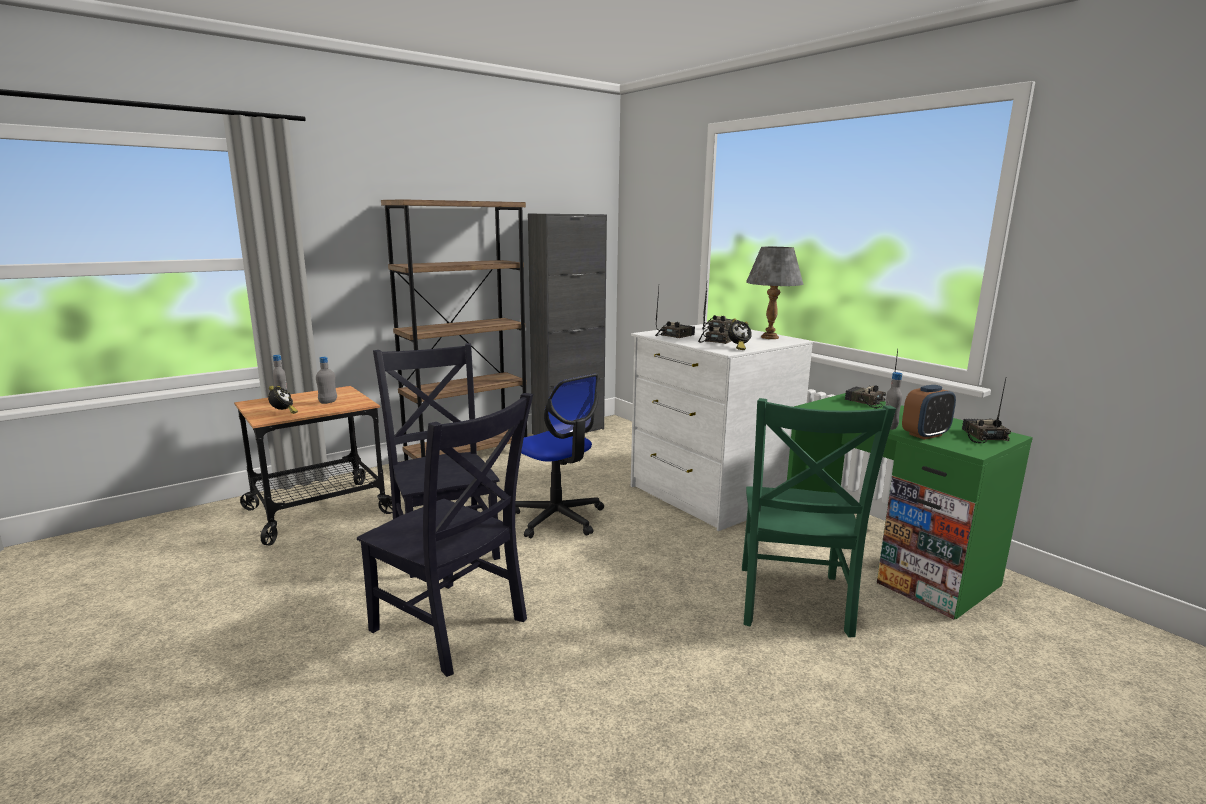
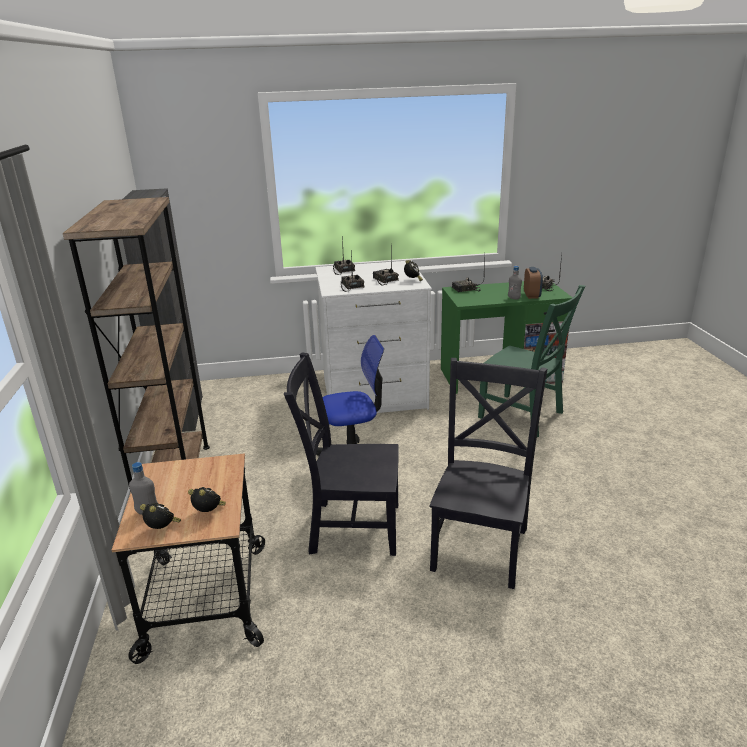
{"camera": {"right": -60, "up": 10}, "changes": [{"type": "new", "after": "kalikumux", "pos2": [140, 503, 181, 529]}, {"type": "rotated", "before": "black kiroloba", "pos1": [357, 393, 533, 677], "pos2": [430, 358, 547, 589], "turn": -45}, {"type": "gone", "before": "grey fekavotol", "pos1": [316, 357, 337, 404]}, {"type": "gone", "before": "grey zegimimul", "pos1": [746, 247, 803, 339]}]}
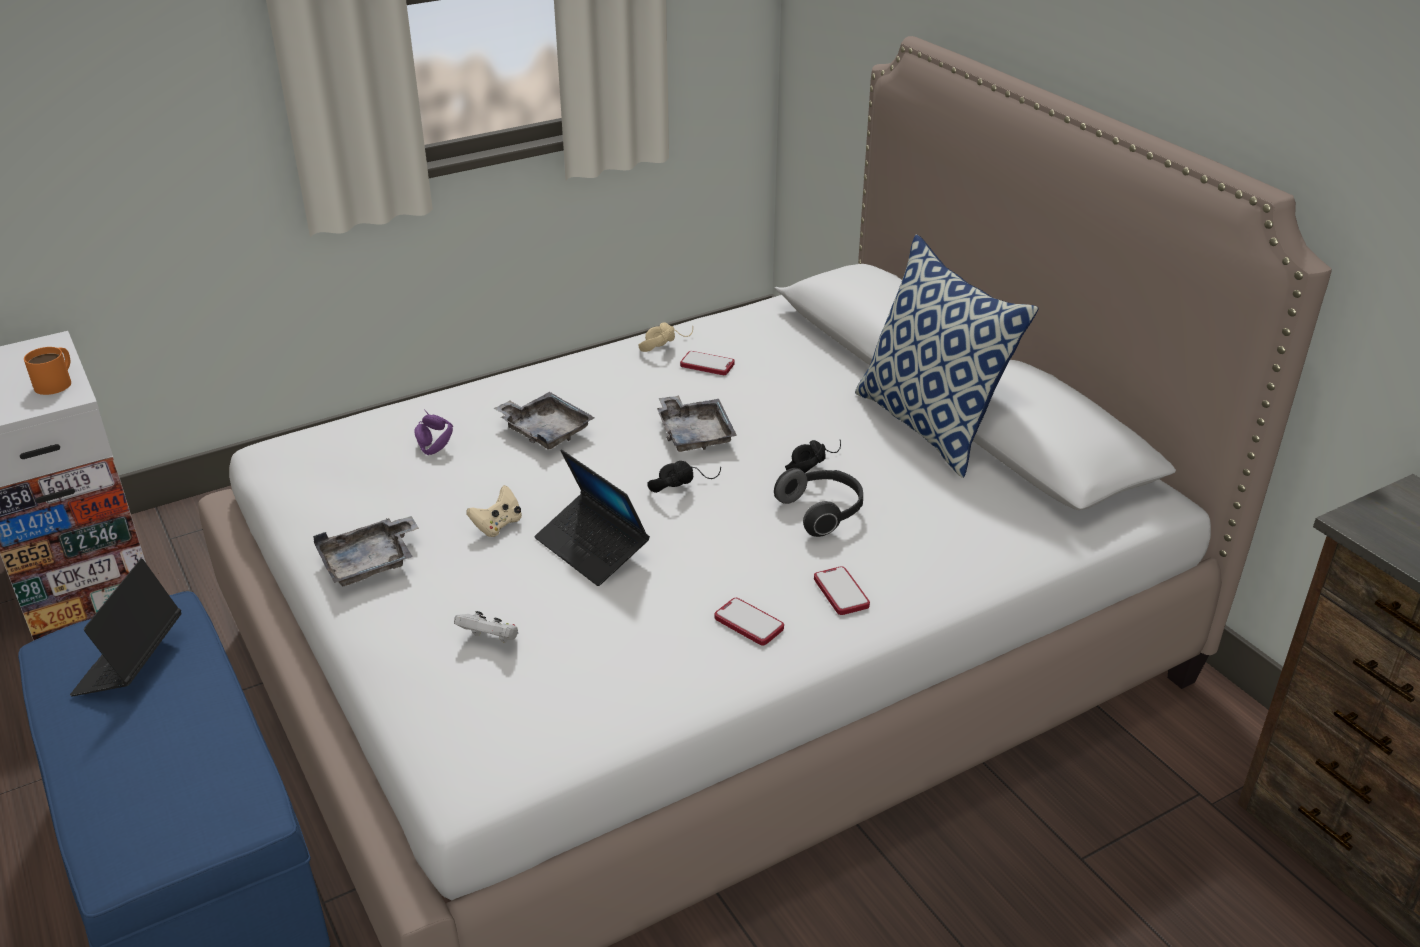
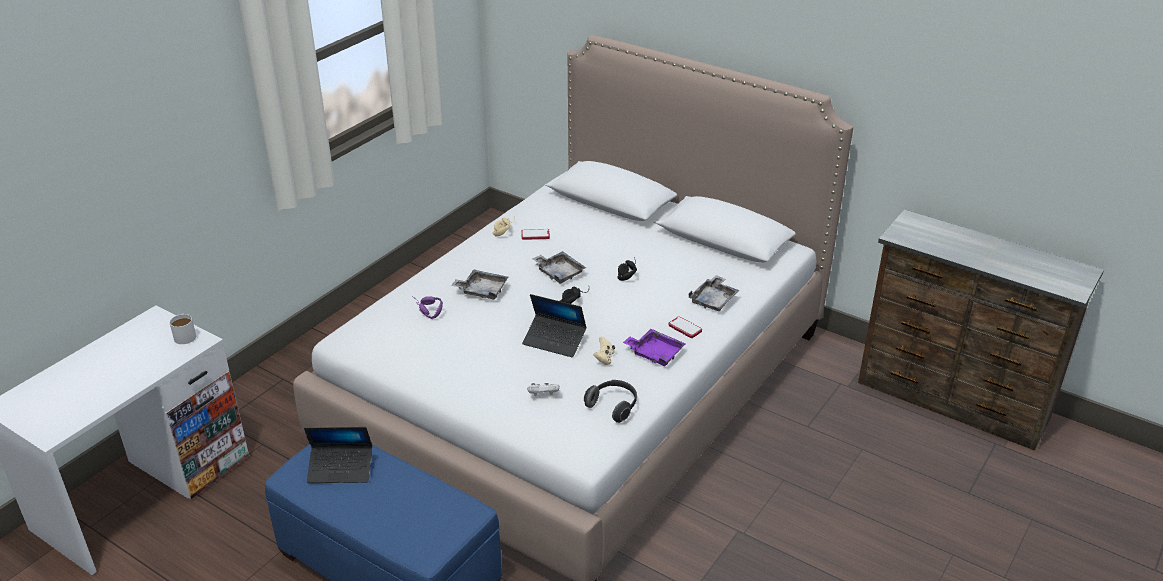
{"camera": {"right": -25, "up": 0}, "changes": [{"type": "repainted", "before": "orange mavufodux", "after": "white mavufodux", "pos1": [24, 347, 71, 395], "pos2": [169, 314, 196, 344]}, {"type": "rotated", "before": "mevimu", "pos1": [70, 559, 182, 697], "pos2": [304, 427, 372, 483], "turn": -75}, {"type": "shifted", "before": "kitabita", "pos1": [774, 468, 863, 537], "pos2": [584, 380, 637, 423]}, {"type": "shifted", "before": "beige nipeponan", "pos1": [466, 485, 522, 537], "pos2": [593, 336, 615, 365]}, {"type": "swapped", "before": "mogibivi", "after": "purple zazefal", "pos1": [714, 598, 784, 645], "pos2": [623, 329, 685, 366]}, {"type": "shifted", "before": "grey zazefal", "pos1": [313, 516, 419, 586], "pos2": [689, 275, 739, 311]}, {"type": "gone", "before": "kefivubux", "pos1": [855, 234, 1038, 478]}]}
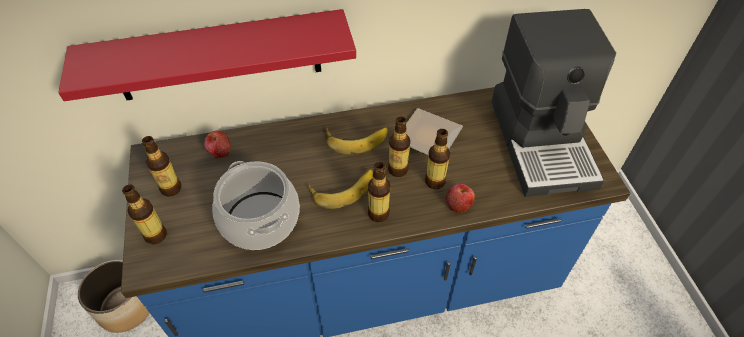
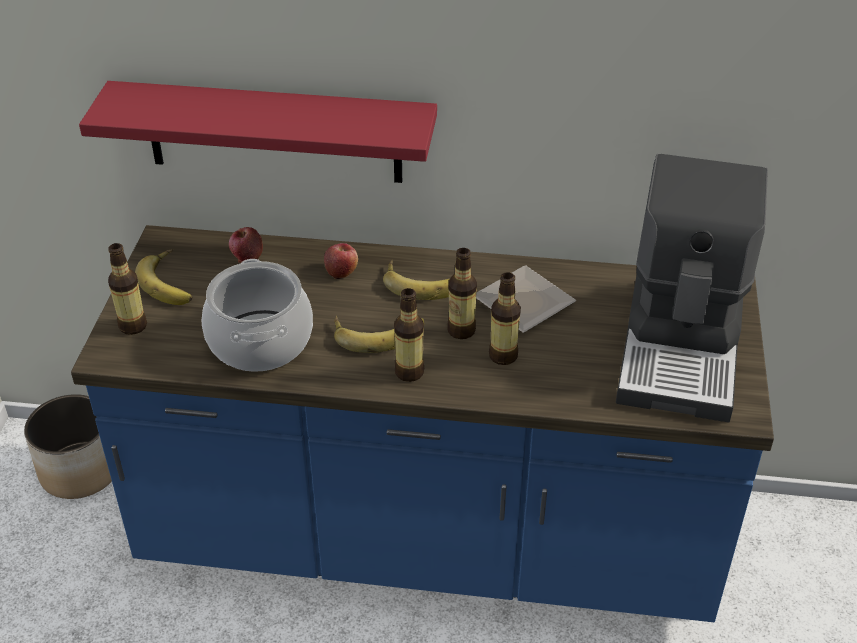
{"camera": {"right": 20, "up": -10}, "changes": [{"type": "swapped", "before": "fekavotol", "after": "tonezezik", "pos1": [142, 136, 181, 197], "pos2": [135, 249, 193, 305]}, {"type": "shifted", "before": "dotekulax", "pos1": [446, 184, 475, 213], "pos2": [324, 243, 358, 279]}]}
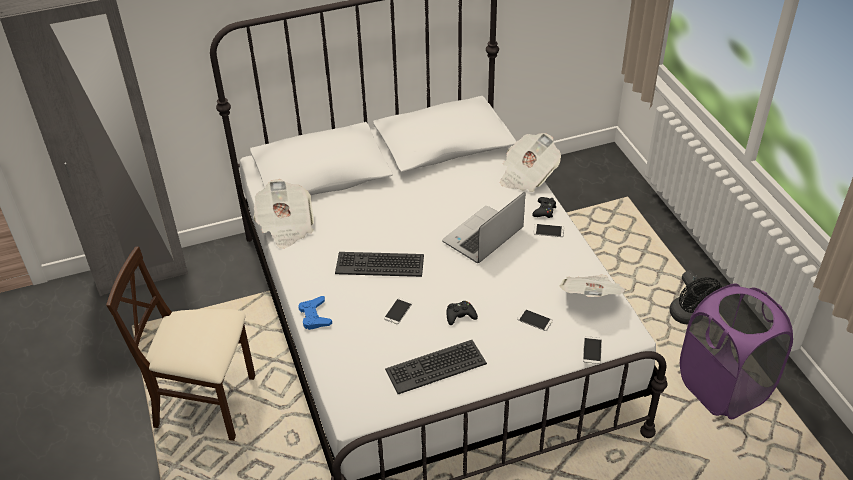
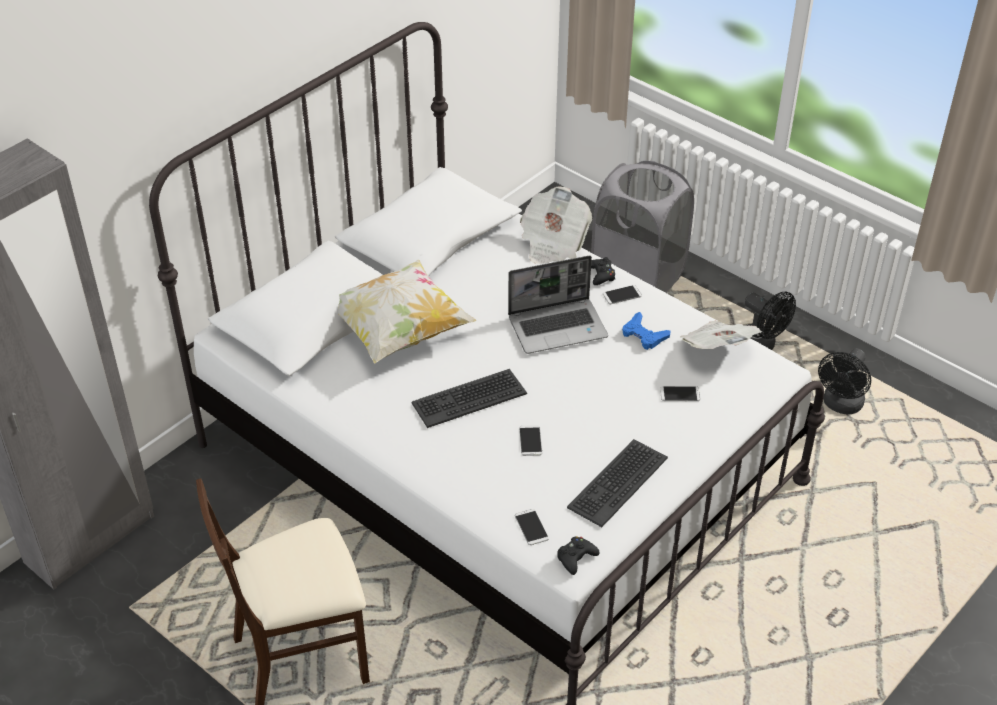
{"camera": {"right": -30, "up": 0}, "changes": [{"type": "new", "after": "kefivubux", "pos2": [338, 260, 476, 364]}, {"type": "rotated", "before": "mevimu", "pos1": [442, 192, 525, 263], "pos2": [508, 255, 608, 354], "turn": -120}, {"type": "shifted", "before": "mogibivi", "pos1": [583, 336, 602, 364], "pos2": [515, 509, 549, 545]}, {"type": "shifted", "before": "black nipeponan", "pos1": [446, 301, 478, 325], "pos2": [557, 536, 600, 575]}, {"type": "new", "after": "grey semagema", "pos2": [591, 161, 694, 293]}, {"type": "shifted", "before": "blue nipeponan", "pos1": [298, 296, 332, 330], "pos2": [622, 312, 671, 350]}, {"type": "swapped", "before": "purple semagema", "after": "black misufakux", "pos1": [680, 284, 793, 419], "pos2": [818, 348, 871, 414]}, {"type": "gone", "before": "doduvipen", "pos1": [253, 179, 314, 249]}]}
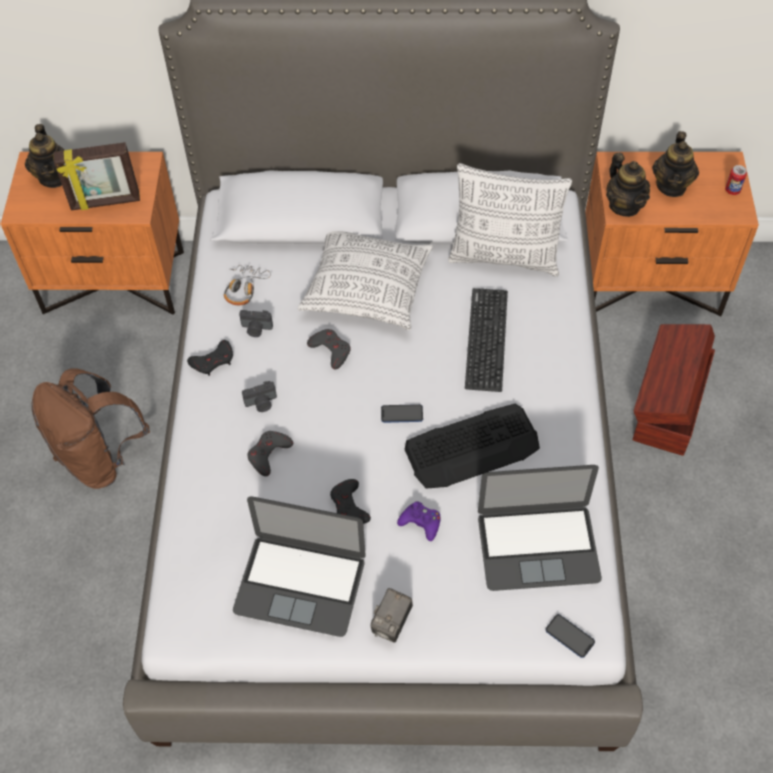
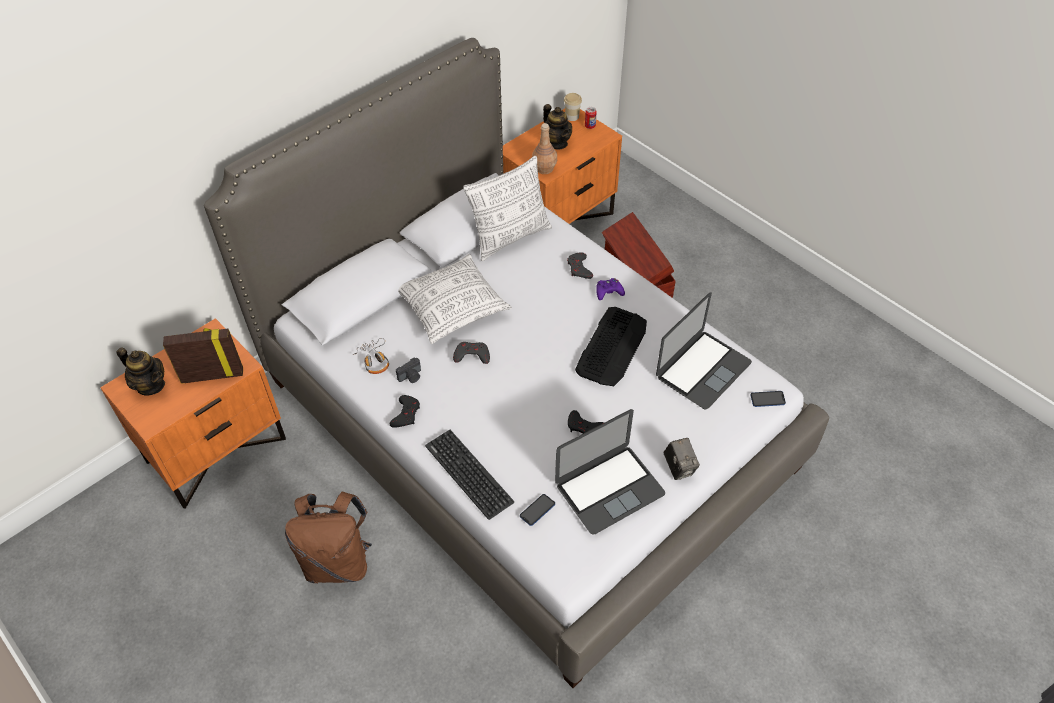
{"camera": {"right": -45, "up": -5}, "changes": [{"type": "rotated", "before": "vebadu", "pos1": [53, 142, 140, 210], "pos2": [163, 328, 243, 384], "turn": -135}, {"type": "shifted", "before": "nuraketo", "pos1": [465, 288, 508, 392], "pos2": [425, 430, 514, 520]}, {"type": "shifted", "before": "mogibivi", "pos1": [381, 404, 423, 423], "pos2": [520, 494, 555, 526]}, {"type": "swapped", "before": "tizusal", "after": "brown fekavotol", "pos1": [606, 152, 650, 217], "pos2": [532, 123, 557, 174]}, {"type": "new", "after": "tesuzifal", "pos2": [564, 93, 582, 121]}, {"type": "shifted", "before": "grey nipeponan", "pos1": [247, 431, 293, 476], "pos2": [567, 252, 593, 279]}, {"type": "shifted", "before": "purple nipeponan", "pos1": [397, 501, 441, 541], "pos2": [596, 278, 625, 300]}, {"type": "gone", "before": "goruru", "pos1": [242, 381, 277, 412]}]}
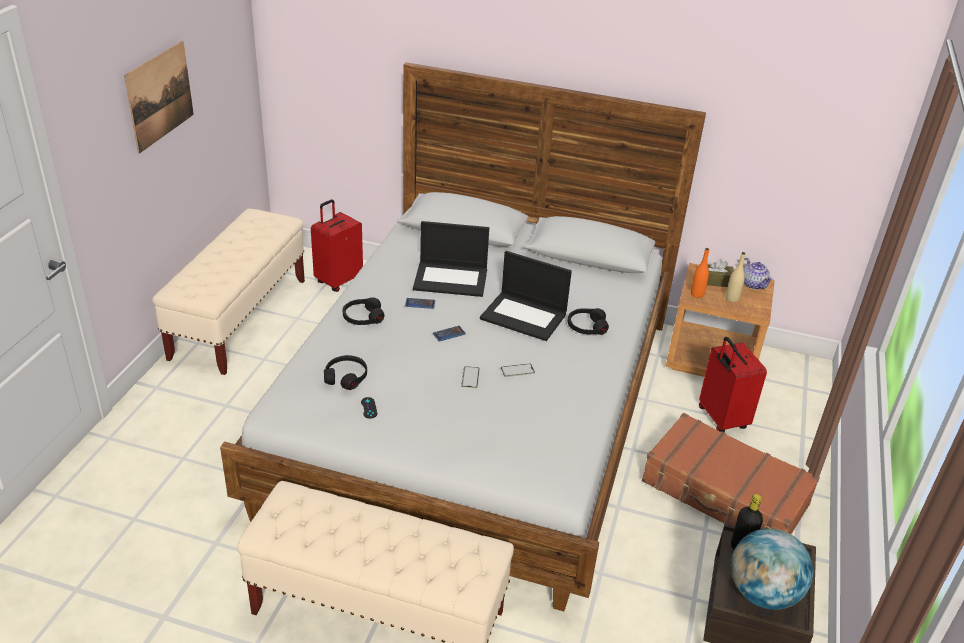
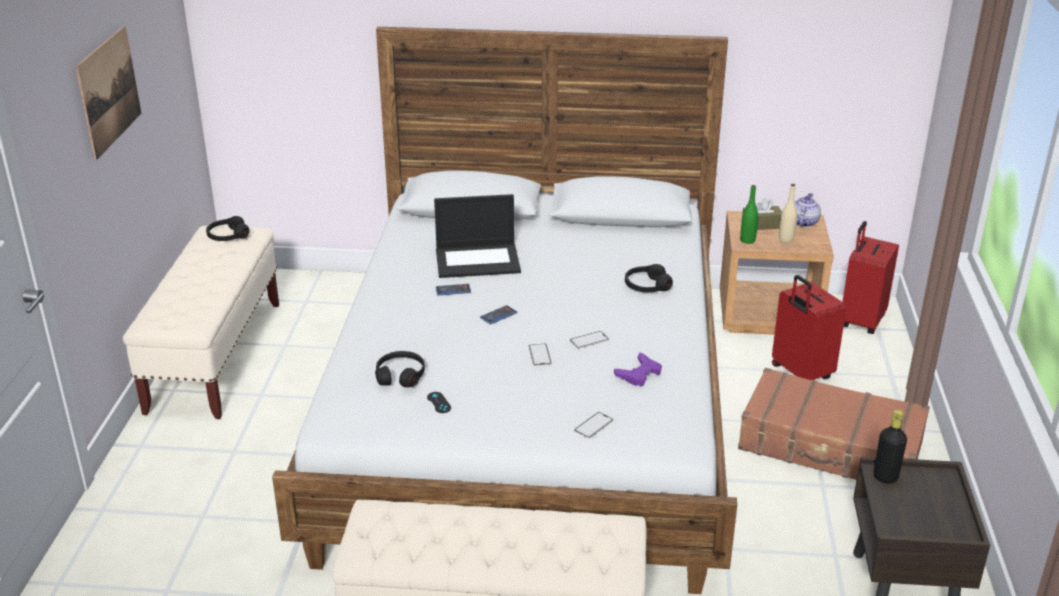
{"camera": {"right": -10, "up": -5}, "changes": [{"type": "shifted", "before": "black kitabita", "pos1": [343, 297, 384, 325], "pos2": [206, 216, 250, 241]}, {"type": "new", "after": "mogibivi", "pos2": [574, 412, 613, 438]}, {"type": "new", "after": "purple nipeponan", "pos2": [614, 353, 662, 387]}, {"type": "repainted", "before": "orange fekavotol", "after": "green fekavotol", "pos1": [691, 248, 709, 298], "pos2": [740, 185, 758, 244]}, {"type": "rotated", "before": "tizusal", "pos1": [743, 258, 773, 289], "pos2": [795, 193, 821, 227], "turn": -120}, {"type": "shifted", "before": "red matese", "pos1": [311, 199, 363, 292], "pos2": [842, 221, 899, 334]}, {"type": "gone", "before": "mevimu", "pos1": [480, 251, 572, 341]}, {"type": "gone", "before": "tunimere", "pos1": [731, 528, 813, 610]}]}
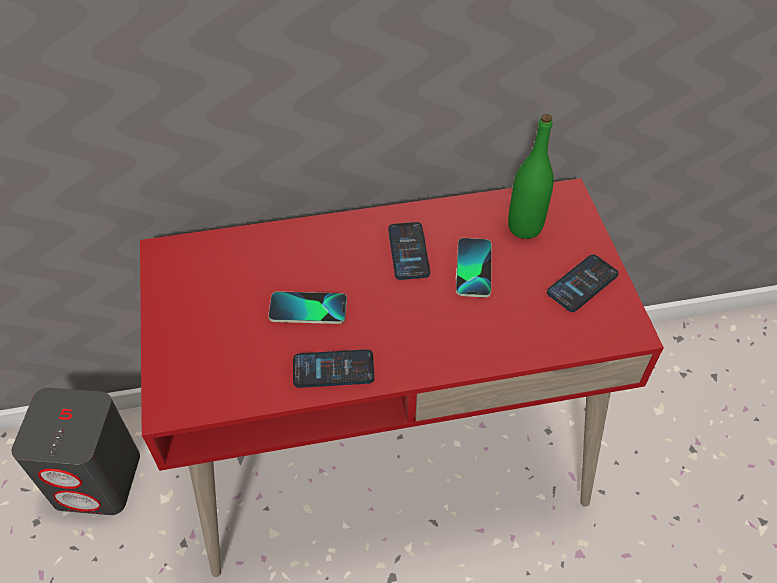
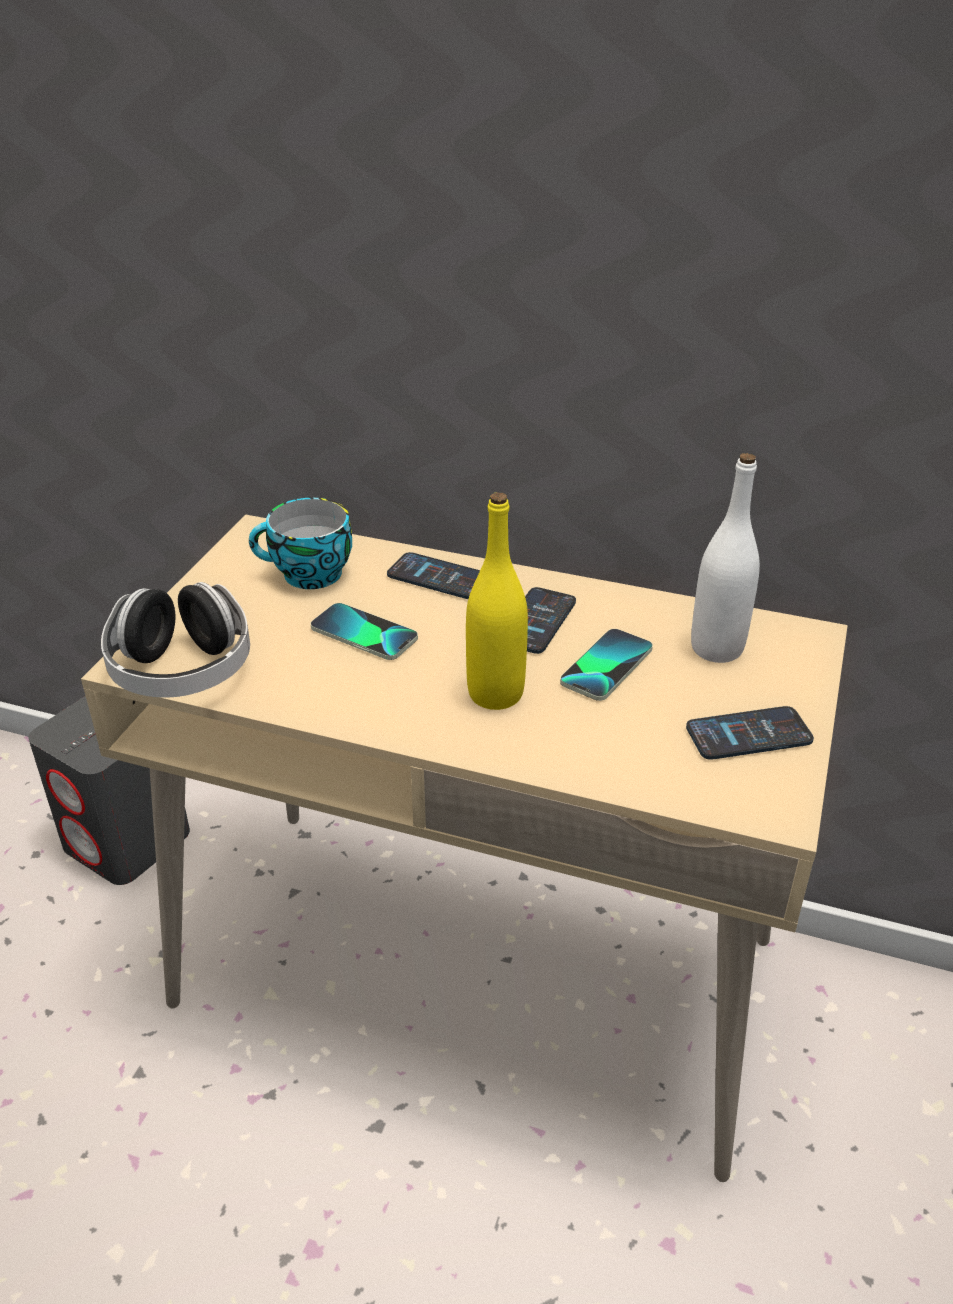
{"camera": {"right": 30, "up": -15}, "changes": [{"type": "repainted", "before": "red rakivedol", "after": "beige rakivedol", "pos1": [140, 178, 664, 577], "pos2": [81, 515, 848, 1182]}, {"type": "new", "after": "kitabita", "pos2": [101, 582, 250, 698]}, {"type": "new", "after": "tesuzifal", "pos2": [249, 498, 352, 589]}, {"type": "shifted", "before": "mogibivi", "pos1": [293, 349, 375, 388], "pos2": [387, 552, 480, 599]}, {"type": "new", "after": "yellow fekavotol", "pos2": [466, 492, 528, 710]}, {"type": "repainted", "before": "green fekavotol", "after": "white fekavotol", "pos1": [508, 114, 554, 239], "pos2": [691, 453, 760, 663]}]}
